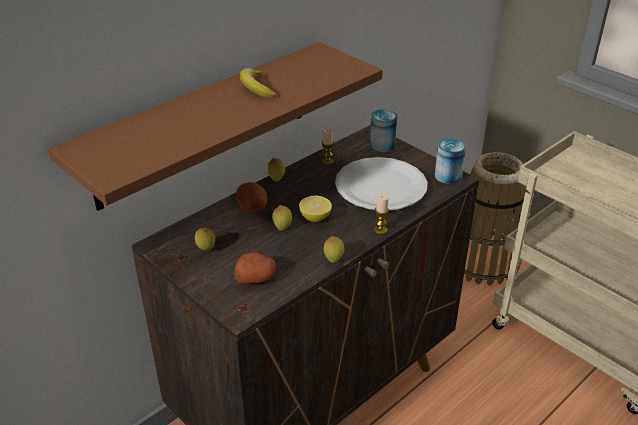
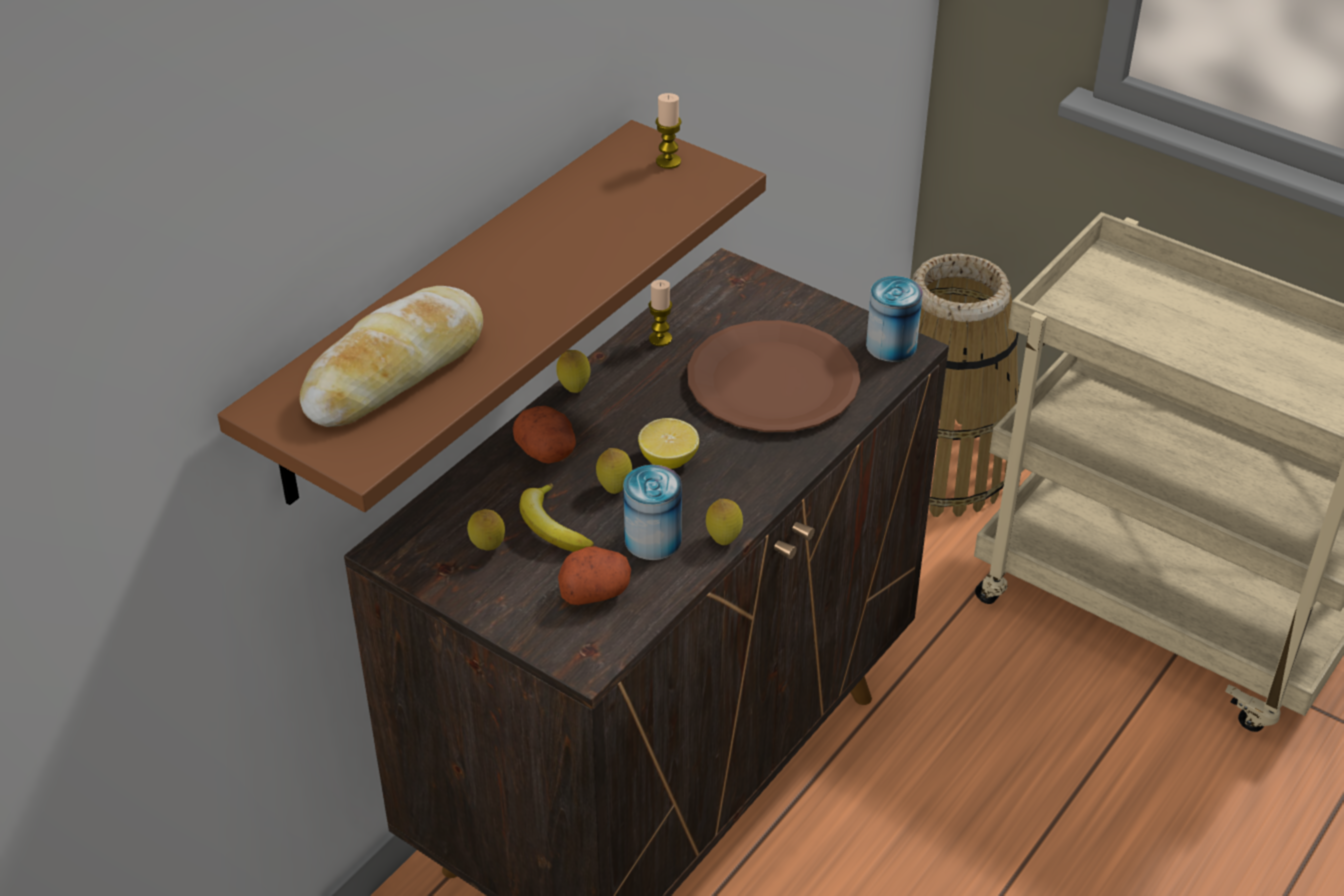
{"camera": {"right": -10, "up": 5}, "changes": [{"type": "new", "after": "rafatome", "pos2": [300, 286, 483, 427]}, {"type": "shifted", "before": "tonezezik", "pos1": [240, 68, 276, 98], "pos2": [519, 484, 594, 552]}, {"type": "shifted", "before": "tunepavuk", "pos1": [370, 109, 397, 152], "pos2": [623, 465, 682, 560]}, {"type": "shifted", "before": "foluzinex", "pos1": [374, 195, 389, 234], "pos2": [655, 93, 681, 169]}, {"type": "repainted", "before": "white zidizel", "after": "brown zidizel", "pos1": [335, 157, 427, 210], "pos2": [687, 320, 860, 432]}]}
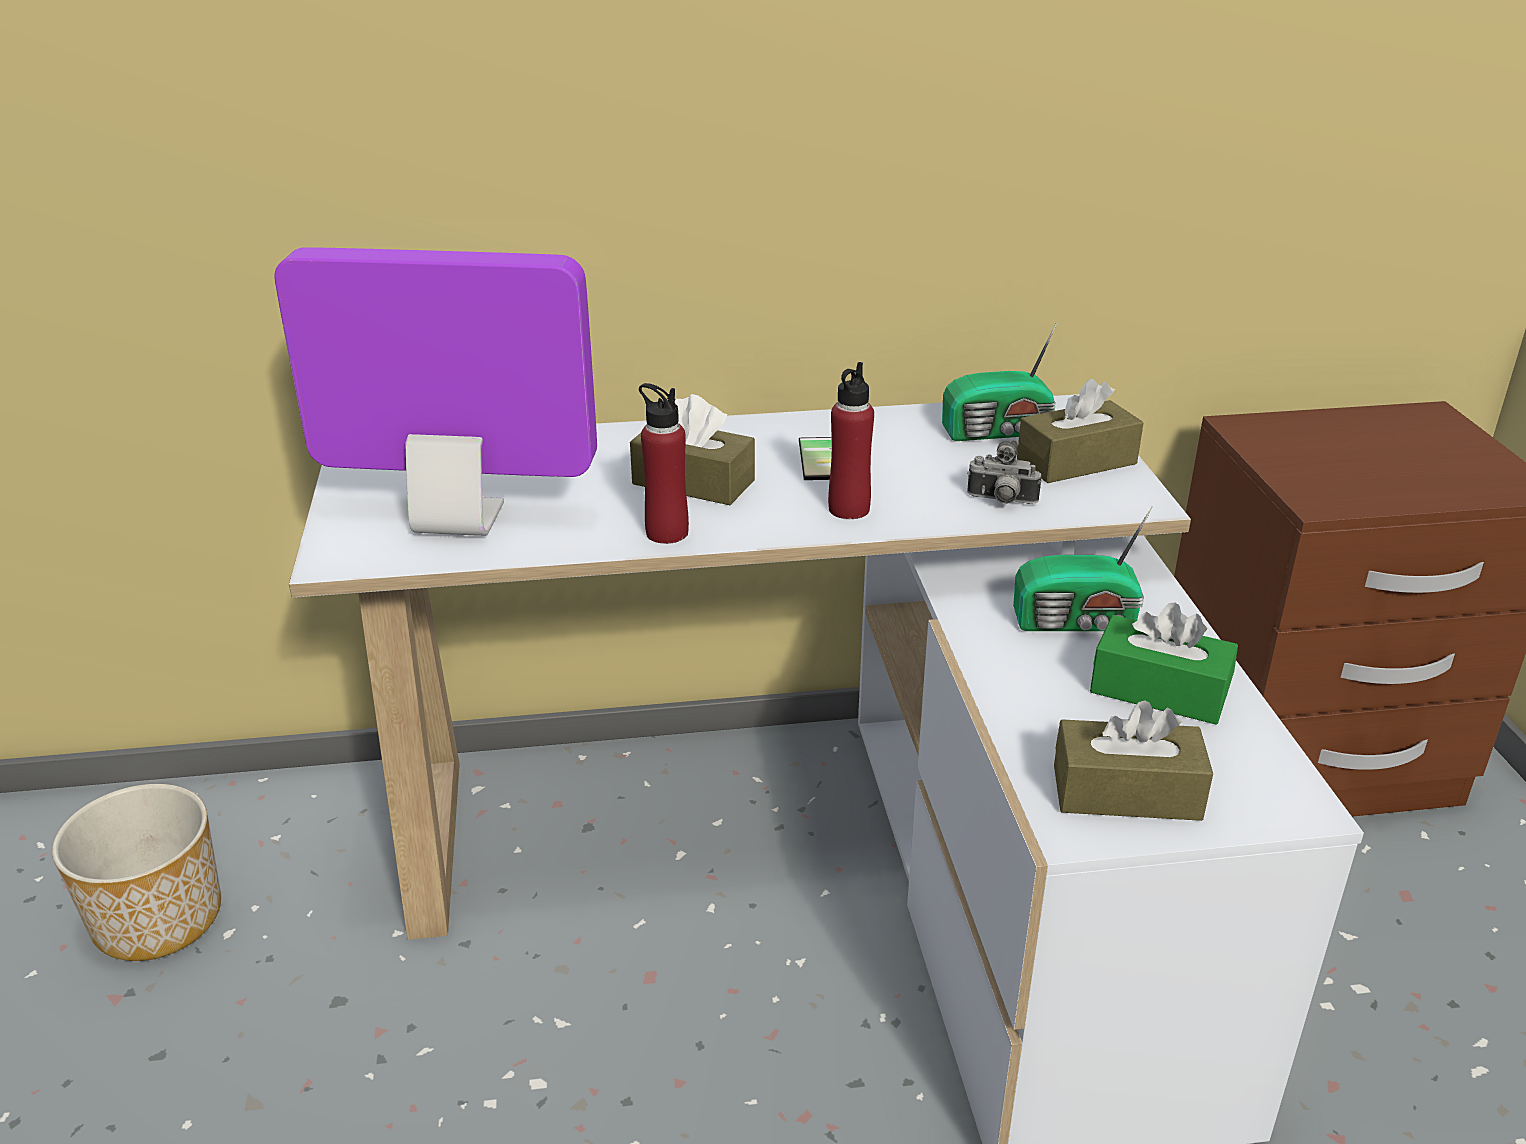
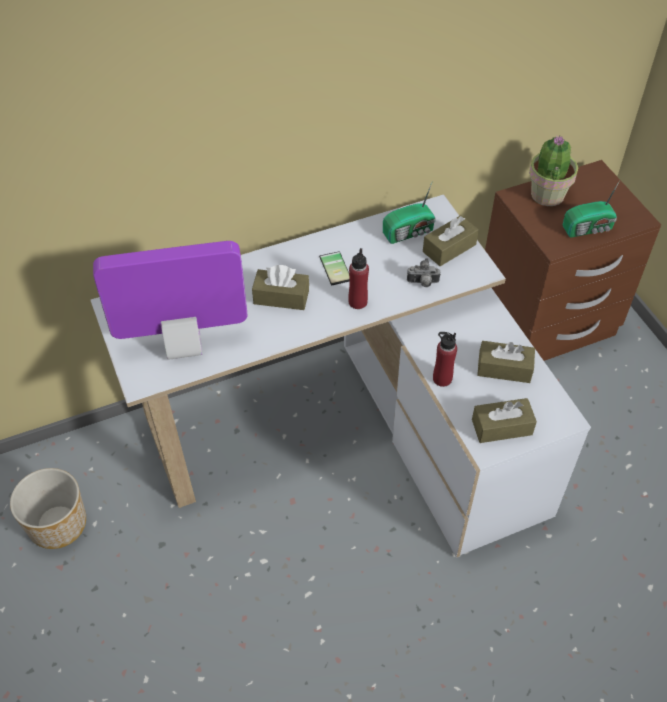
{"camera": {"right": -15, "up": 20}, "changes": [{"type": "shifted", "before": "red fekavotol", "pos1": [639, 383, 689, 544], "pos2": [433, 332, 457, 387]}, {"type": "repainted", "before": "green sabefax", "after": "brown sabefax", "pos1": [1090, 603, 1238, 725], "pos2": [477, 341, 535, 383]}, {"type": "new", "after": "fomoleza", "pos2": [529, 136, 578, 206]}, {"type": "shifted", "before": "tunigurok", "pos1": [1013, 507, 1153, 631], "pos2": [563, 182, 619, 238]}]}
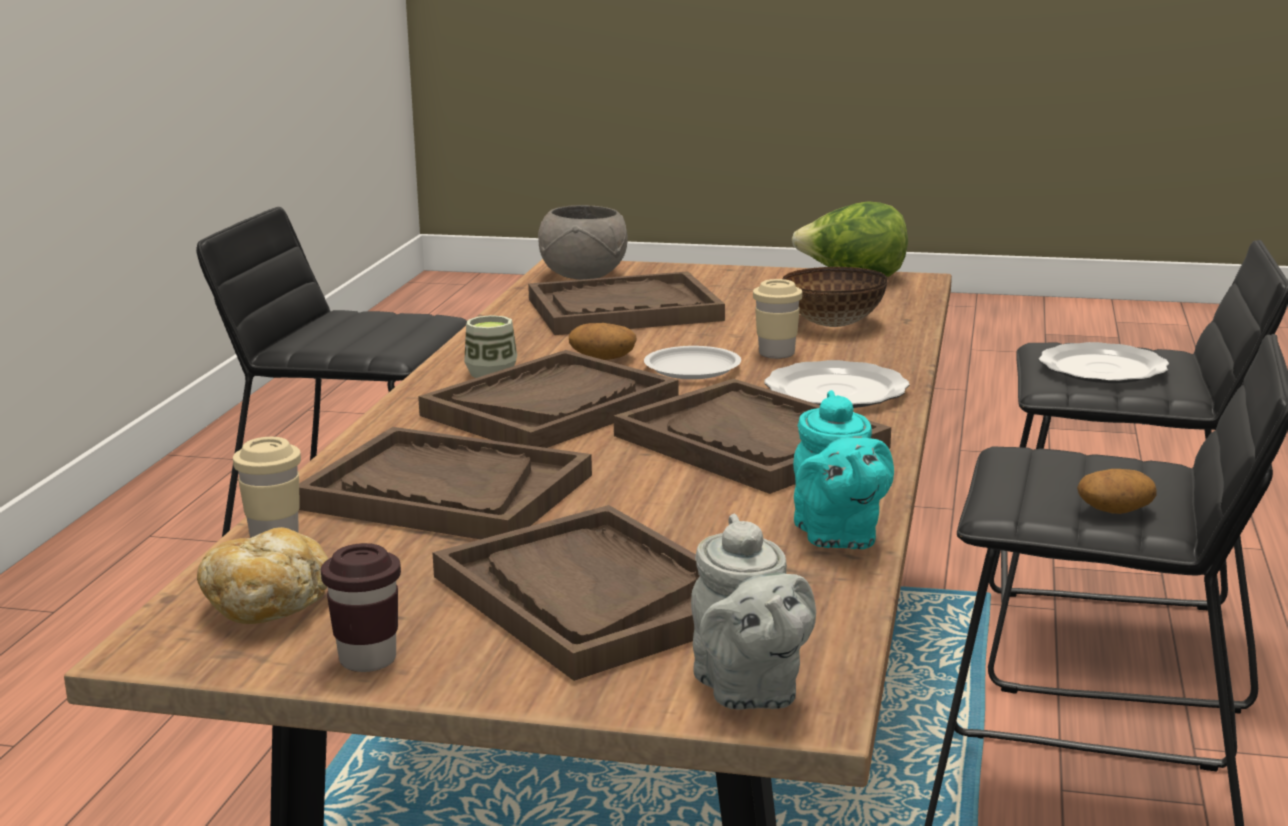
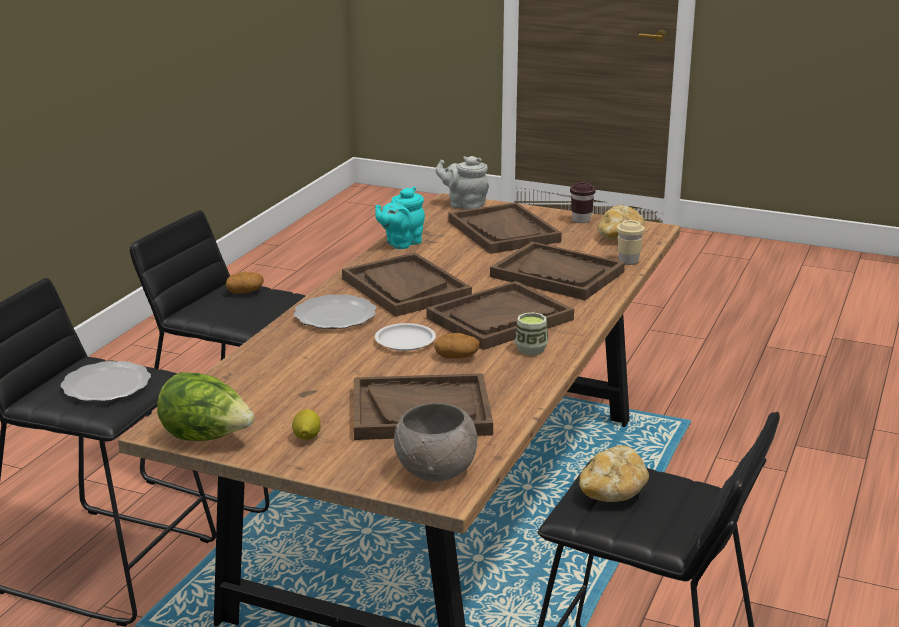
{"camera": {"right": -170, "up": 5}, "changes": [{"type": "new", "after": "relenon", "pos2": [292, 409, 321, 440]}, {"type": "rotated", "before": "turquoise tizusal", "pos1": [793, 390, 894, 549], "pos2": [375, 187, 425, 249], "turn": -135}, {"type": "rotated", "before": "grey tizusal", "pos1": [691, 514, 816, 710], "pos2": [436, 156, 489, 210], "turn": -60}, {"type": "new", "after": "rafatome", "pos2": [579, 445, 649, 502]}, {"type": "gone", "before": "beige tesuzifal", "pos1": [753, 279, 802, 359]}, {"type": "gone", "before": "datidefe", "pos1": [782, 267, 887, 327]}]}
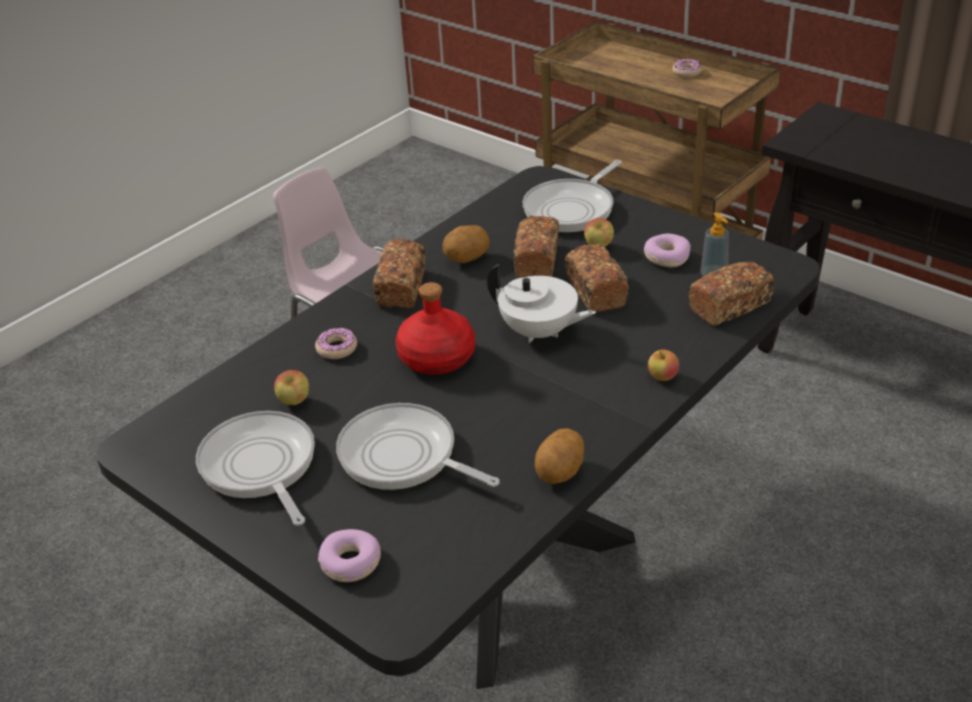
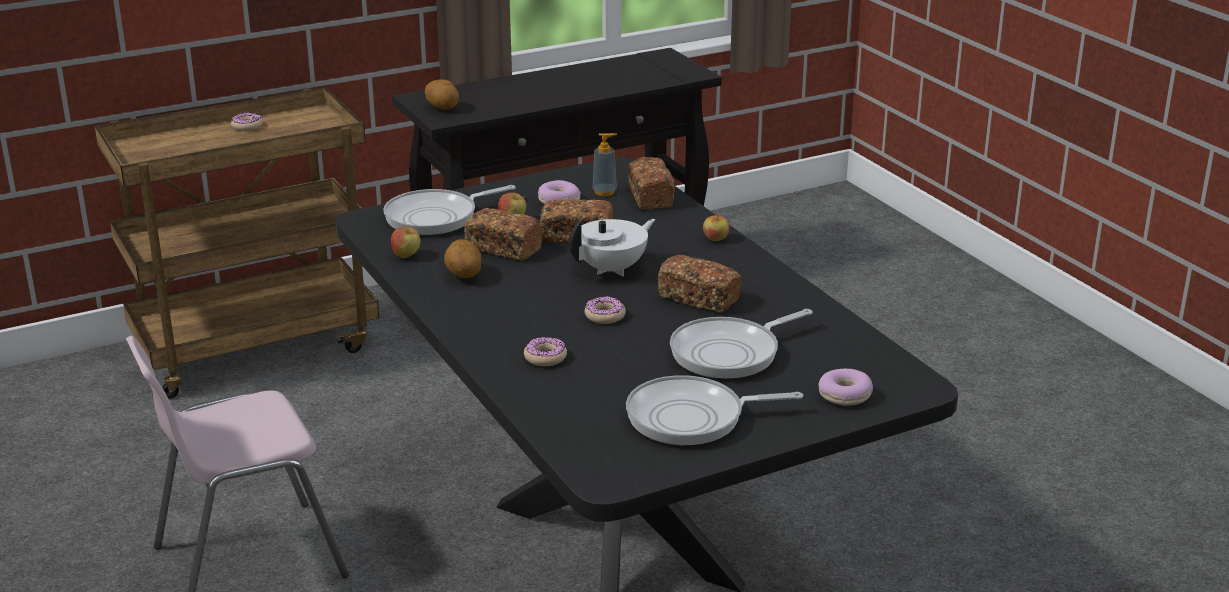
{"camera": {"right": -70, "up": -10}, "changes": [{"type": "rotated", "before": "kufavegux", "pos1": [522, 160, 622, 233], "pos2": [383, 185, 516, 235], "turn": 90}, {"type": "shifted", "before": "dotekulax", "pos1": [274, 370, 309, 405], "pos2": [391, 227, 420, 258]}, {"type": "shifted", "before": "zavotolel", "pos1": [535, 428, 584, 484], "pos2": [425, 79, 459, 110]}, {"type": "swapped", "before": "red fekavotol", "after": "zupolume", "pos1": [395, 282, 475, 375], "pos2": [585, 297, 626, 324]}, {"type": "shifted", "before": "rafatome", "pos1": [373, 239, 426, 308], "pos2": [658, 255, 741, 313]}]}
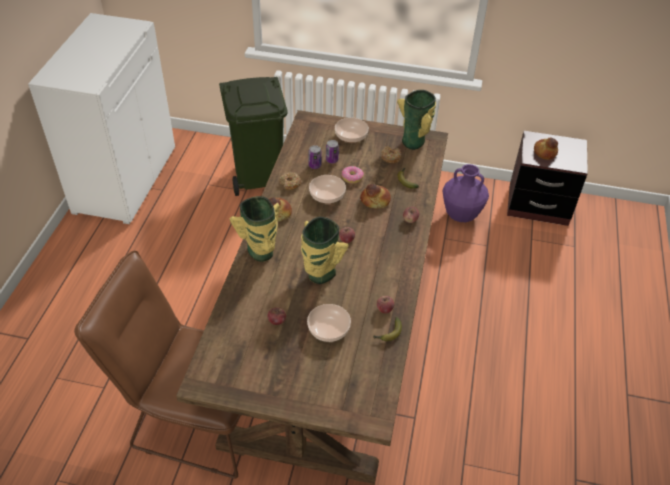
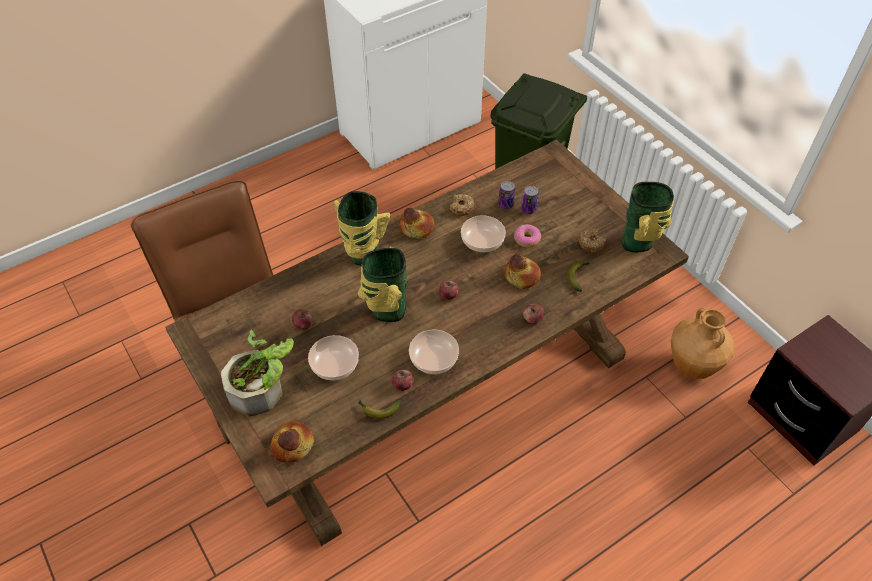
{"camera": {"right": 45, "up": 5}, "changes": [{"type": "new", "after": "fomoleza", "pos2": [221, 330, 294, 416]}, {"type": "shifted", "before": "rafatome", "pos1": [534, 137, 558, 160], "pos2": [271, 422, 314, 463]}, {"type": "shifted", "before": "datidefe", "pos1": [335, 118, 369, 143], "pos2": [409, 330, 459, 374]}, {"type": "repainted", "before": "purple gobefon", "after": "brown gobefon", "pos1": [443, 164, 489, 222], "pos2": [671, 308, 735, 379]}]}
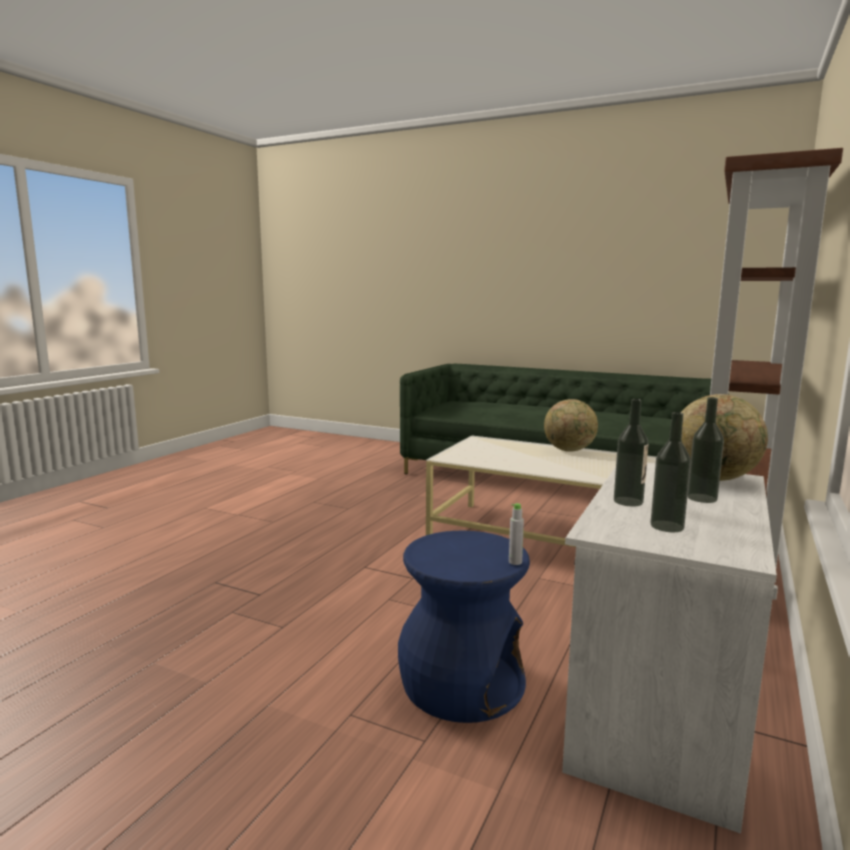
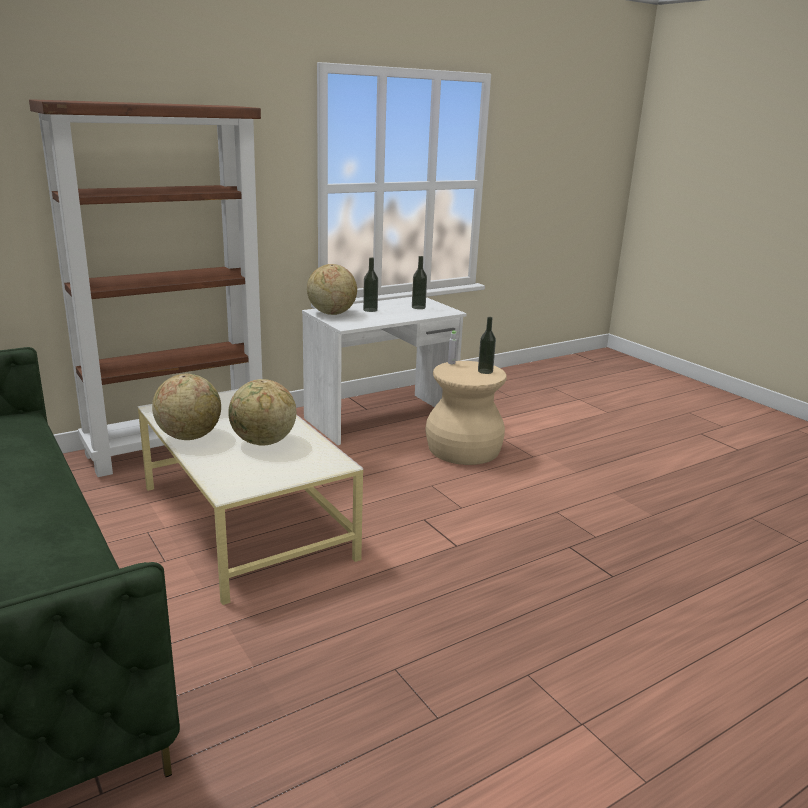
{"camera": {"right": -150, "up": 10}, "changes": [{"type": "new", "after": "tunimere", "pos2": [228, 379, 297, 446]}, {"type": "repainted", "before": "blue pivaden", "after": "beige pivaden", "pos1": [398, 531, 530, 723], "pos2": [425, 361, 507, 465]}, {"type": "shifted", "before": "fekavotol", "pos1": [614, 399, 649, 506], "pos2": [478, 317, 496, 374]}]}
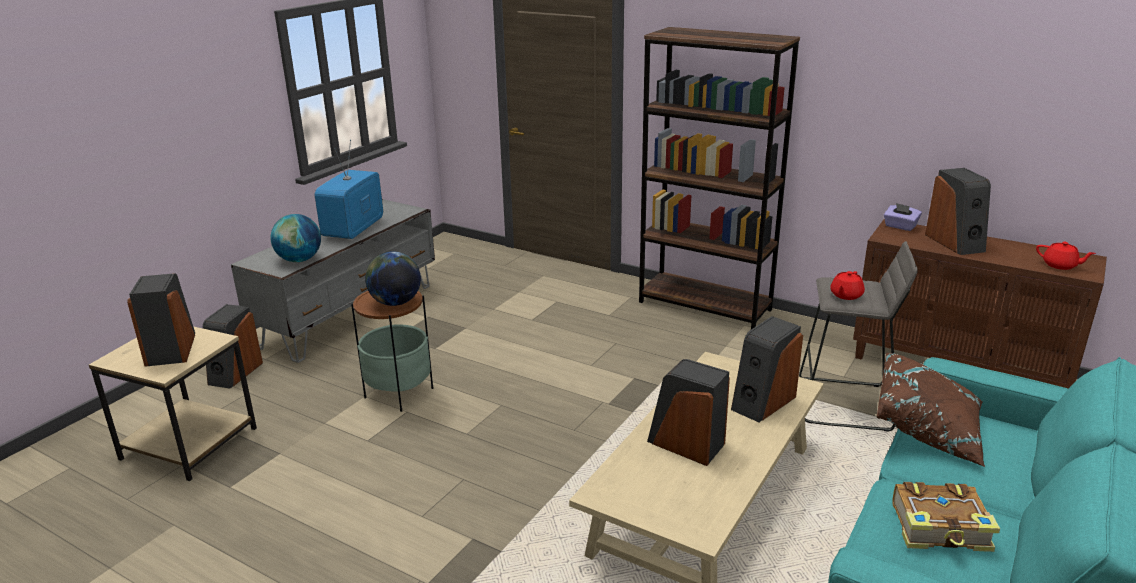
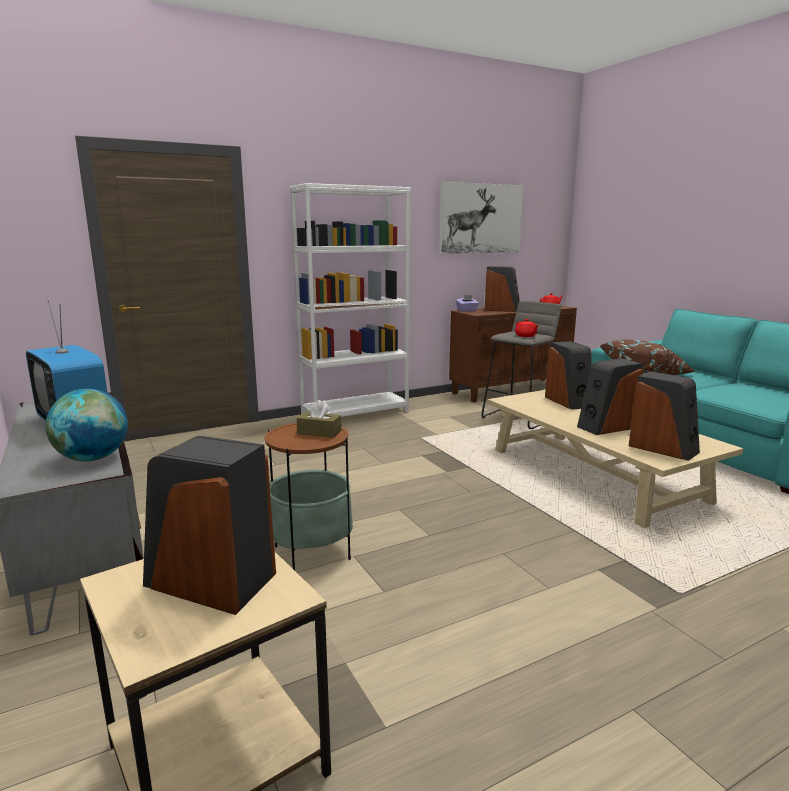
{"camera": {"right": -60, "up": -10}, "changes": [{"type": "repainted", "before": "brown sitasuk", "after": "white sitasuk", "pos1": [639, 27, 800, 329], "pos2": [290, 183, 411, 417]}, {"type": "swapped", "before": "tunimere", "after": "brown sabefax", "pos1": [365, 251, 421, 306], "pos2": [297, 400, 341, 438]}, {"type": "new", "after": "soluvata", "pos2": [439, 182, 523, 254]}, {"type": "shifted", "before": "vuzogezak", "pos1": [203, 304, 263, 389], "pos2": [629, 371, 700, 461]}, {"type": "gone", "before": "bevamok", "pos1": [892, 482, 1000, 552]}]}
